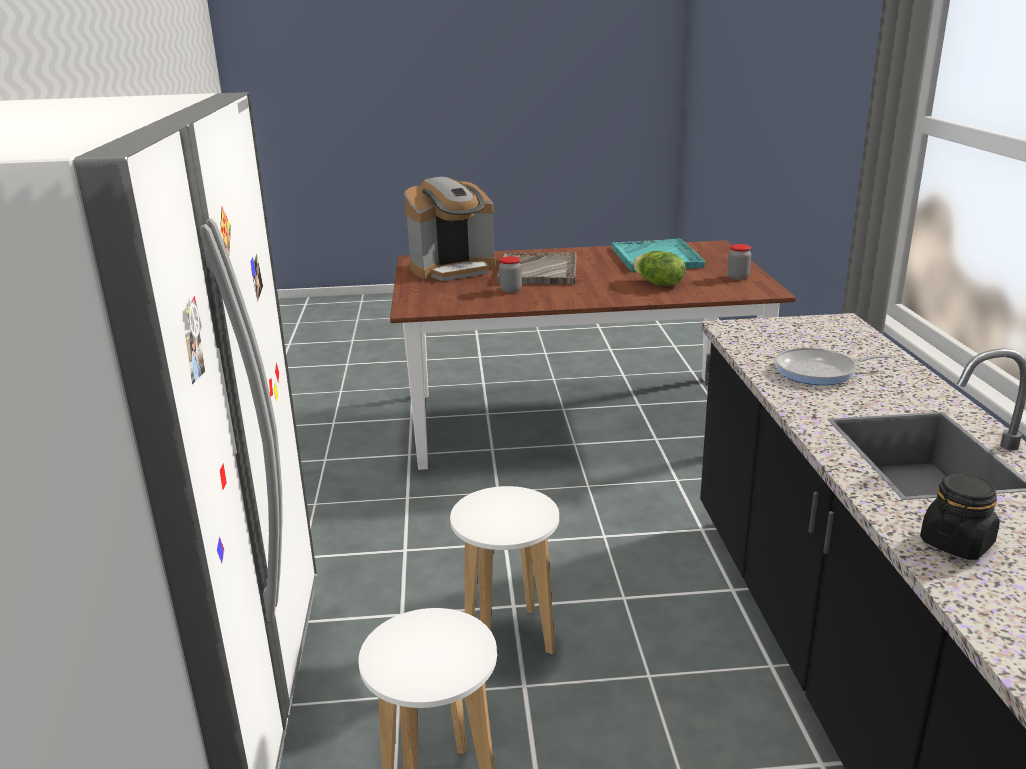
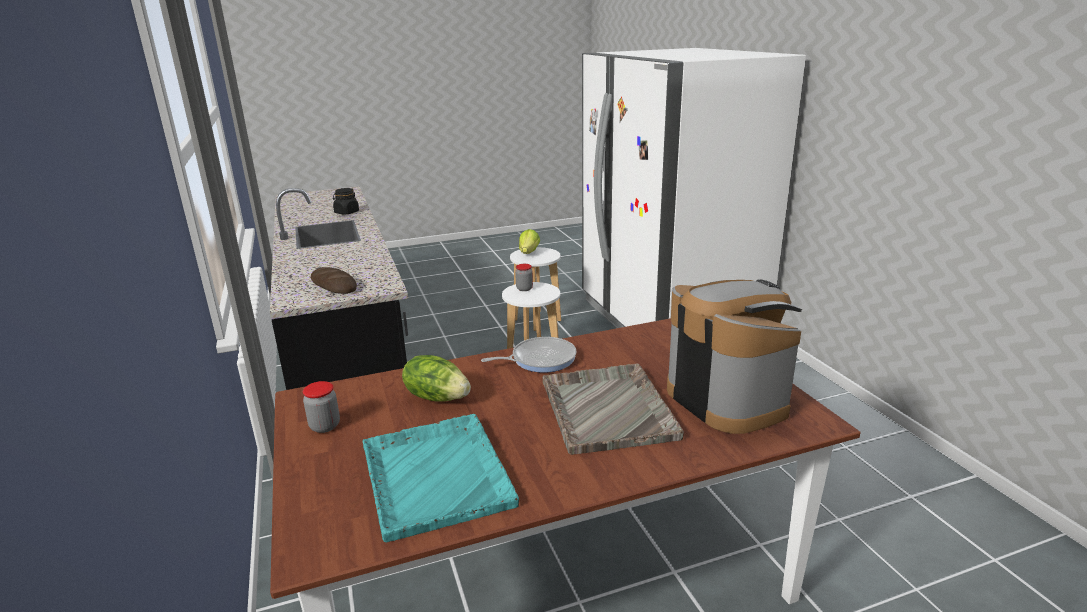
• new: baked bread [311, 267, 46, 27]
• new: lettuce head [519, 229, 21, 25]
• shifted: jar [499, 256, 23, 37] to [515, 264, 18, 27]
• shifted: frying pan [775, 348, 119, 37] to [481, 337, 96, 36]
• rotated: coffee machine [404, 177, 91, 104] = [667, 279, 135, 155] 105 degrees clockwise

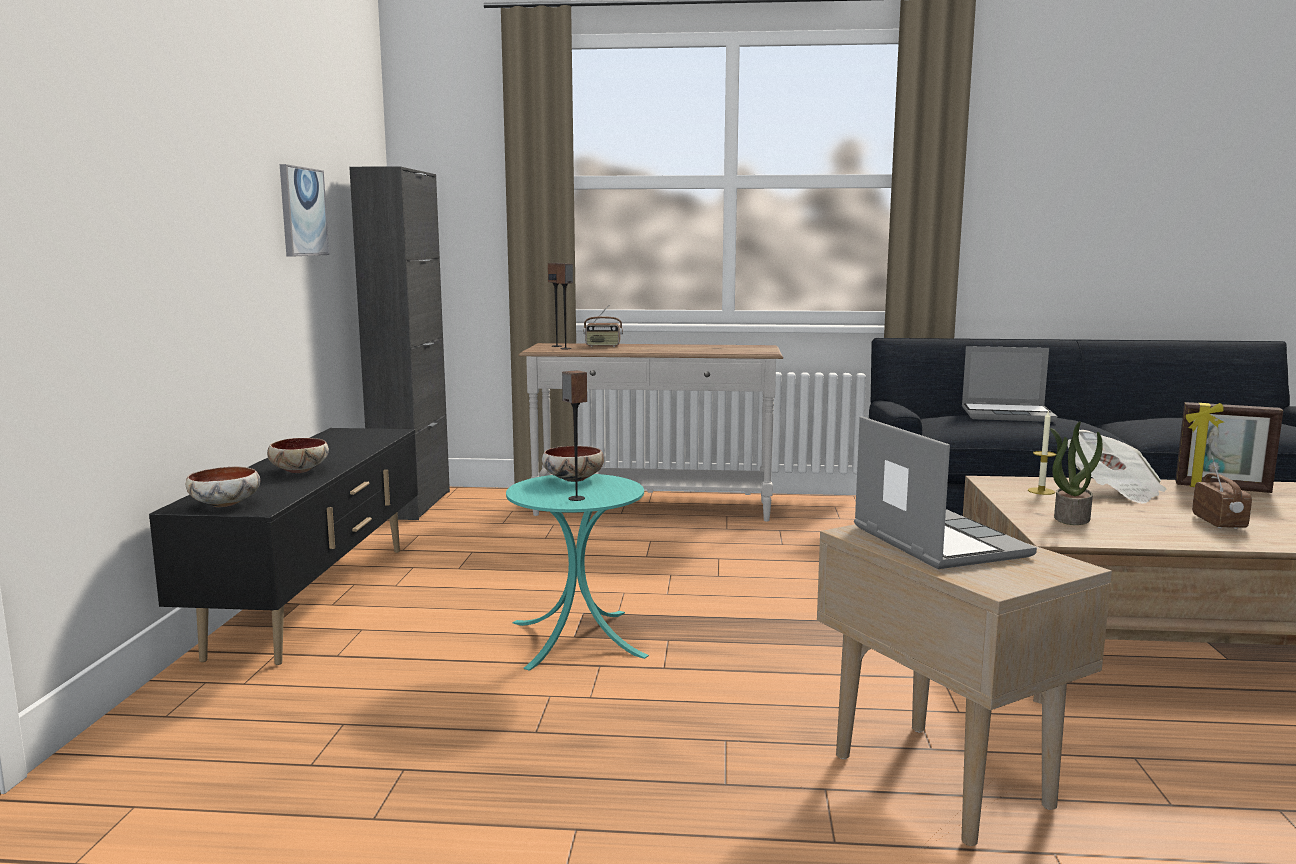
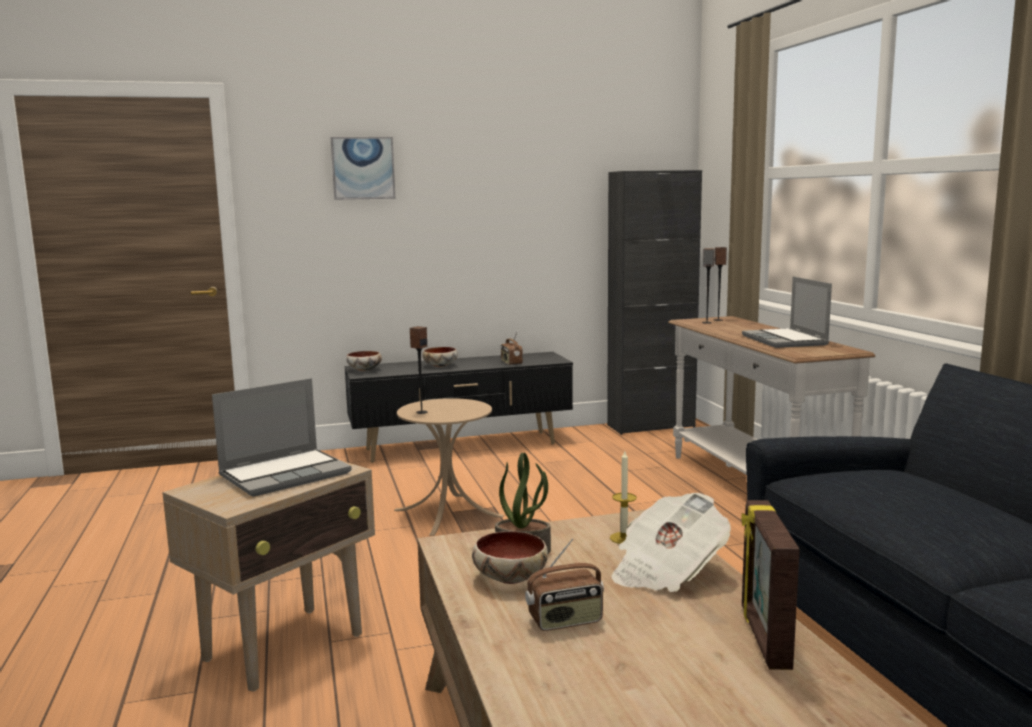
• shifted: wall picture [280, 164, 49, 93] to [331, 137, 64, 63]
• shifted: bowl [542, 446, 62, 36] to [472, 531, 76, 53]
• shifted: radio set [583, 305, 40, 42] to [501, 332, 22, 33]
• shifted: notebook computer [962, 346, 95, 76] to [742, 276, 90, 72]
• repainted: turquoise accent table [506, 474, 143, 197] to beige-coloured accent table [394, 398, 110, 138]

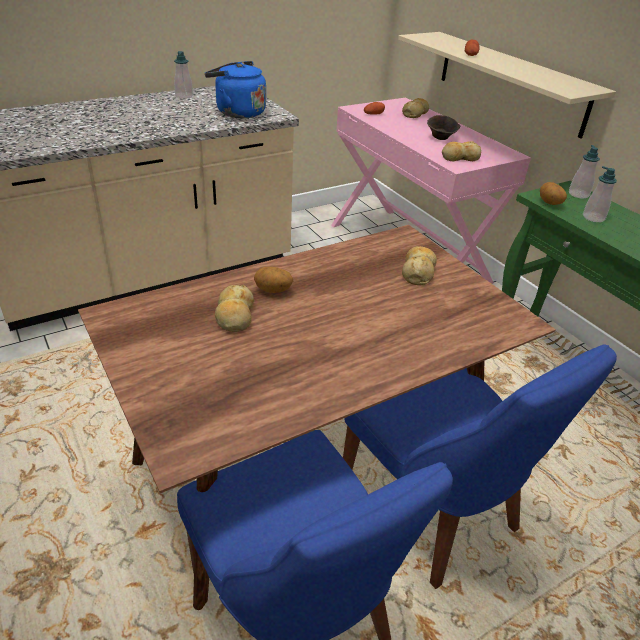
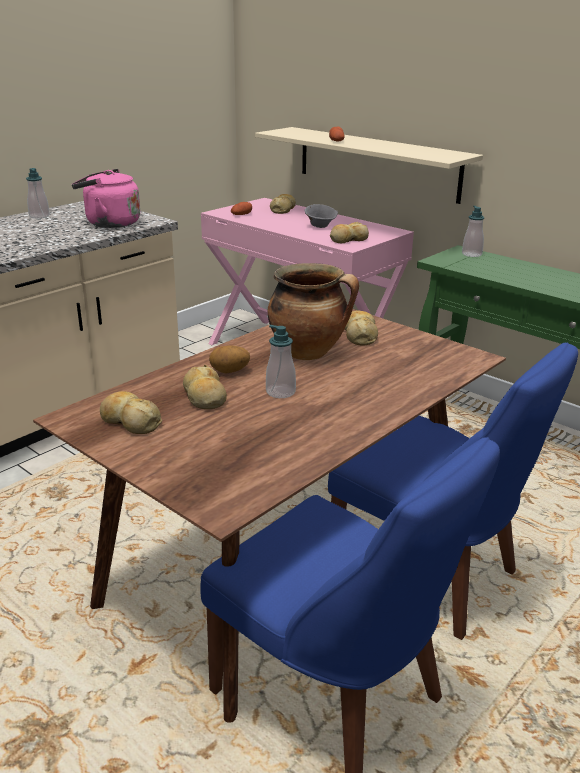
• gone: potato [540, 182, 27, 23]
• new: baked bread [100, 391, 62, 43]
• new: stockpot [267, 263, 92, 97]
• shifted: soap dispenser [583, 166, 34, 56] to [266, 325, 30, 73]
• repainted: blue kettle [205, 61, 61, 57] to pink-coloured kettle [72, 169, 68, 59]
• repainted: brownish bowl [427, 115, 33, 25] to greyish bowl [305, 204, 33, 24]

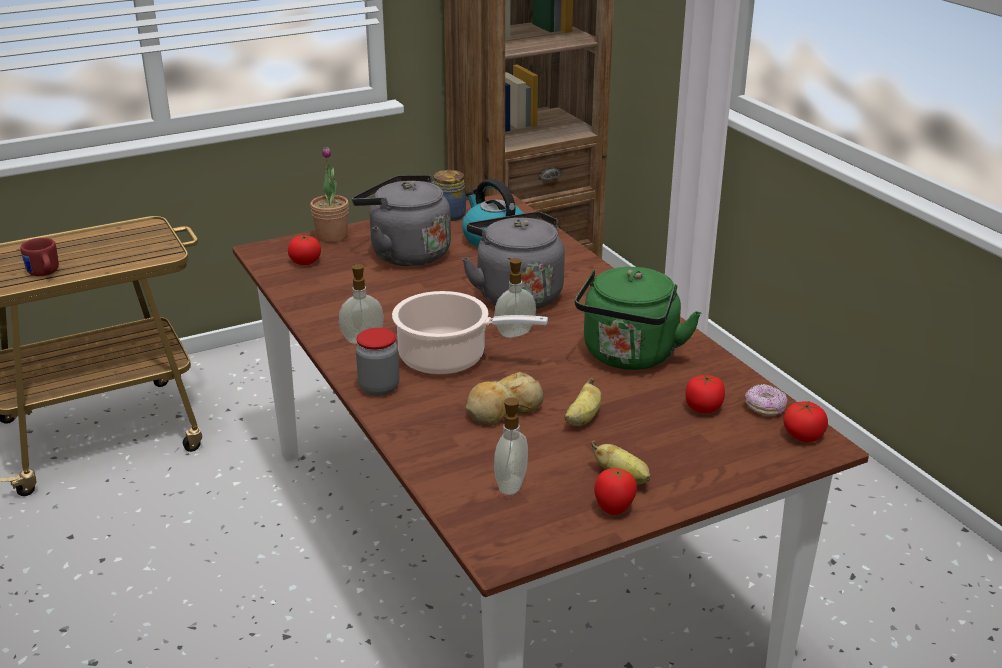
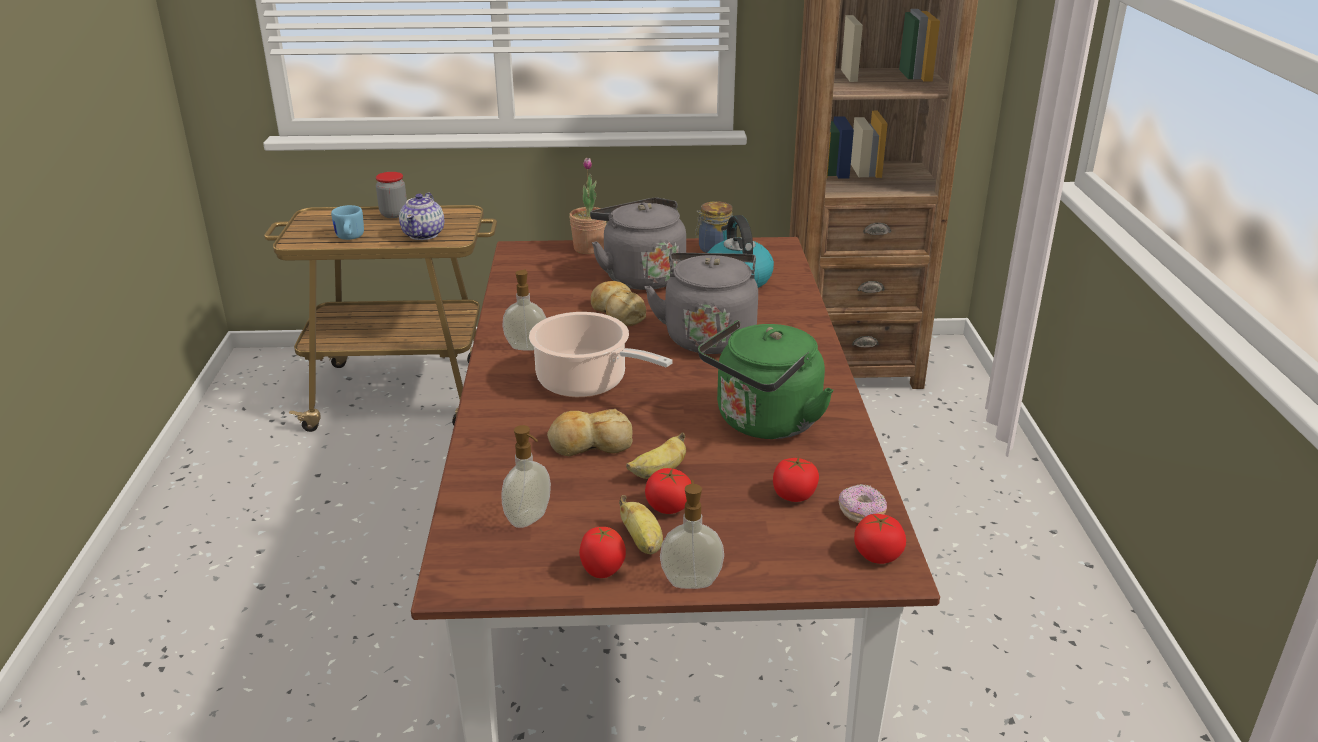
• new: pot for tea [399, 192, 45, 48]
• new: baked bread [591, 281, 55, 45]
• shifted: tomato [288, 235, 33, 30] to [645, 468, 46, 46]
• shifted: jar [356, 328, 43, 68] to [376, 172, 31, 46]
• shifted: soap dispenser [494, 258, 42, 80] to [660, 480, 64, 109]
• repainted: red-coloured tea mug [20, 238, 39, 38] to blue tea mug [331, 205, 33, 35]

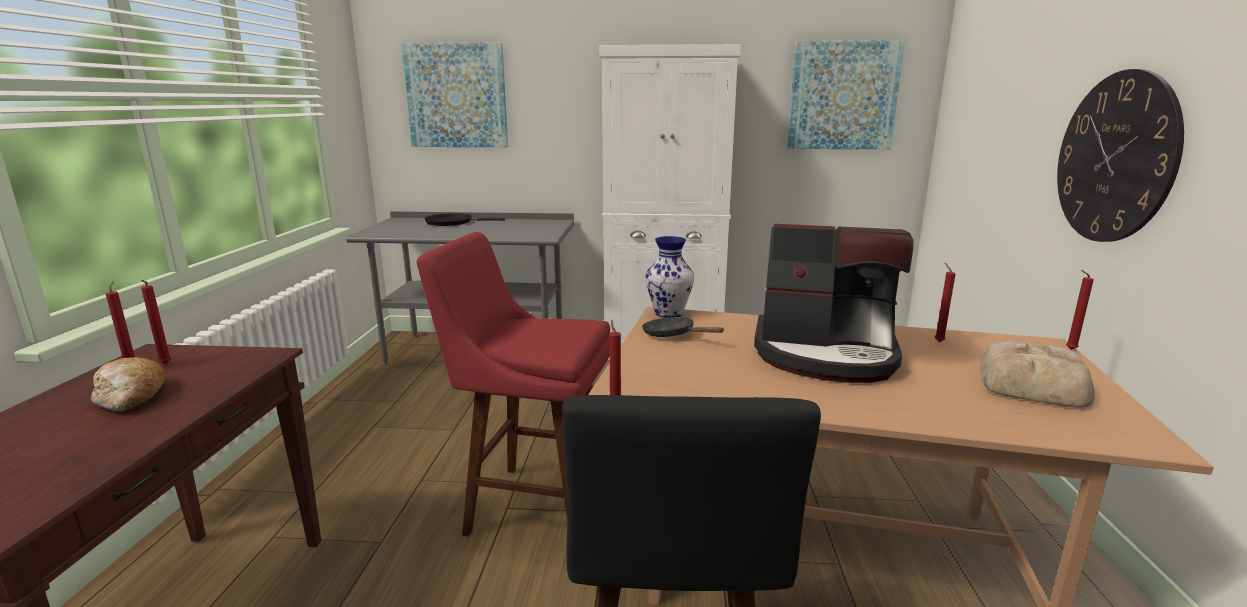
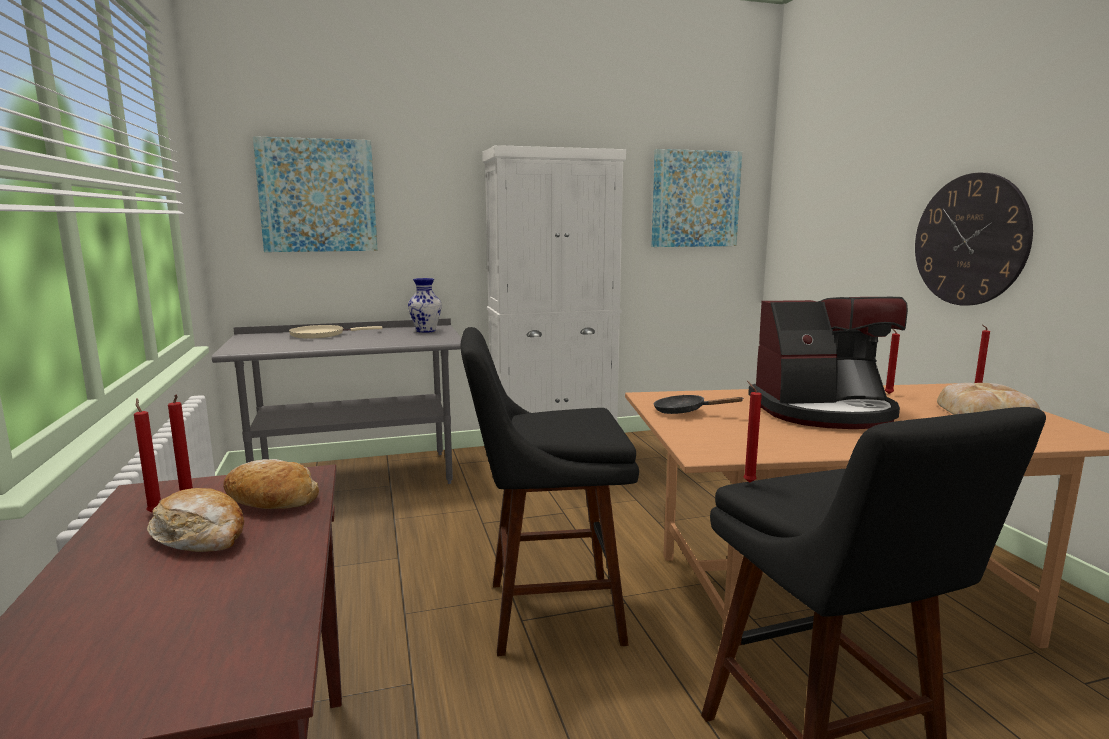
• new: baked bread [223, 459, 96, 50]
• shifted: vase [645, 236, 49, 82] to [408, 278, 34, 55]
• repainted: red-coloured sitting stool [417, 232, 193, 305] to black sitting stool [460, 327, 179, 329]
• repainted: black frying pan [425, 213, 80, 13] to beige-coloured frying pan [289, 325, 94, 13]

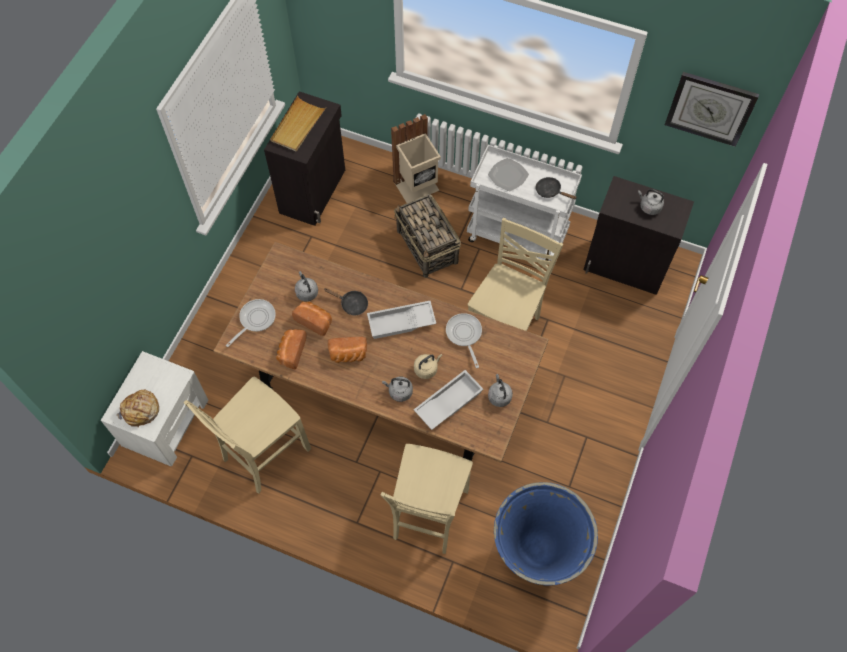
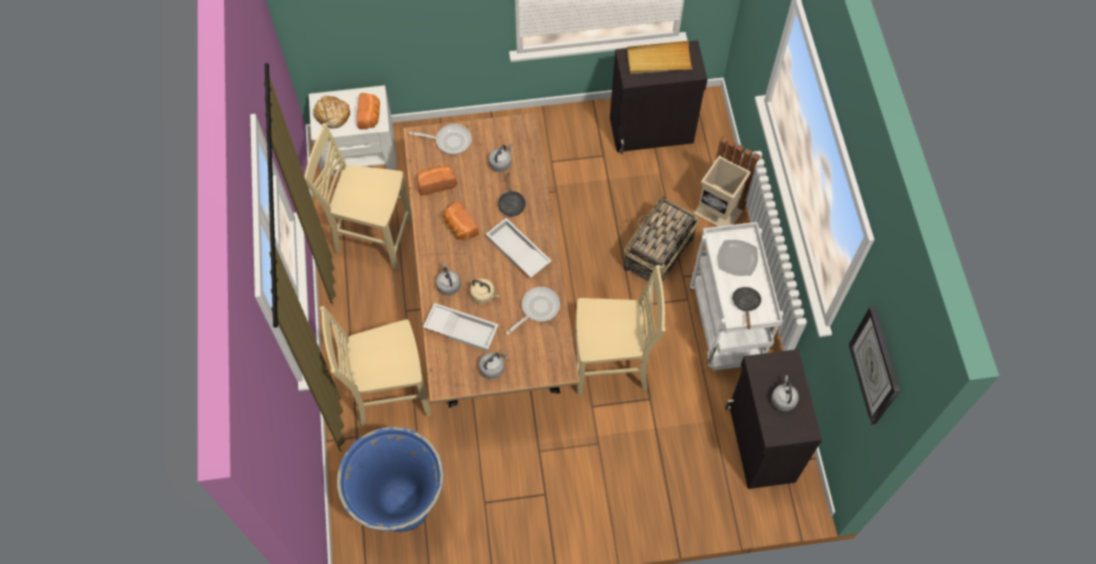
• shifted: baked bread [292, 302, 40, 34] to [357, 93, 23, 36]

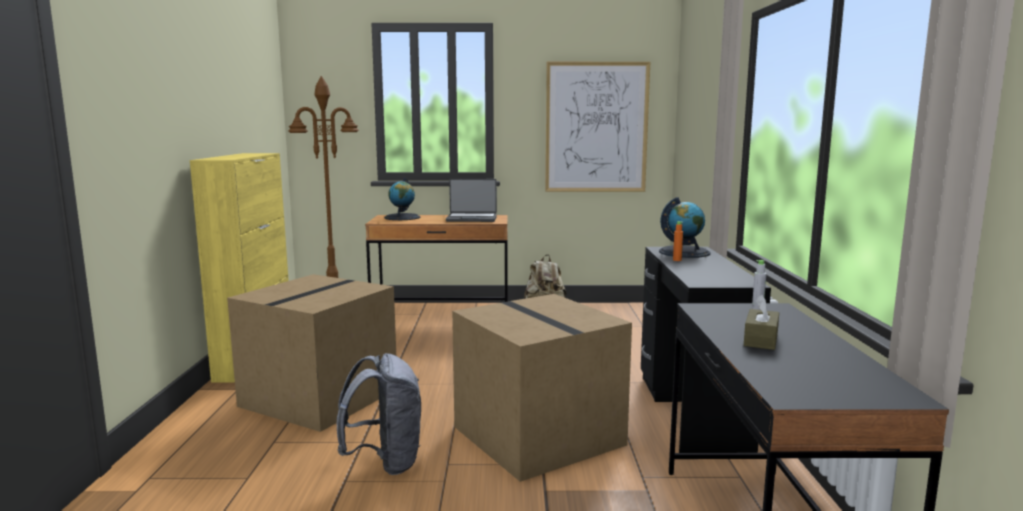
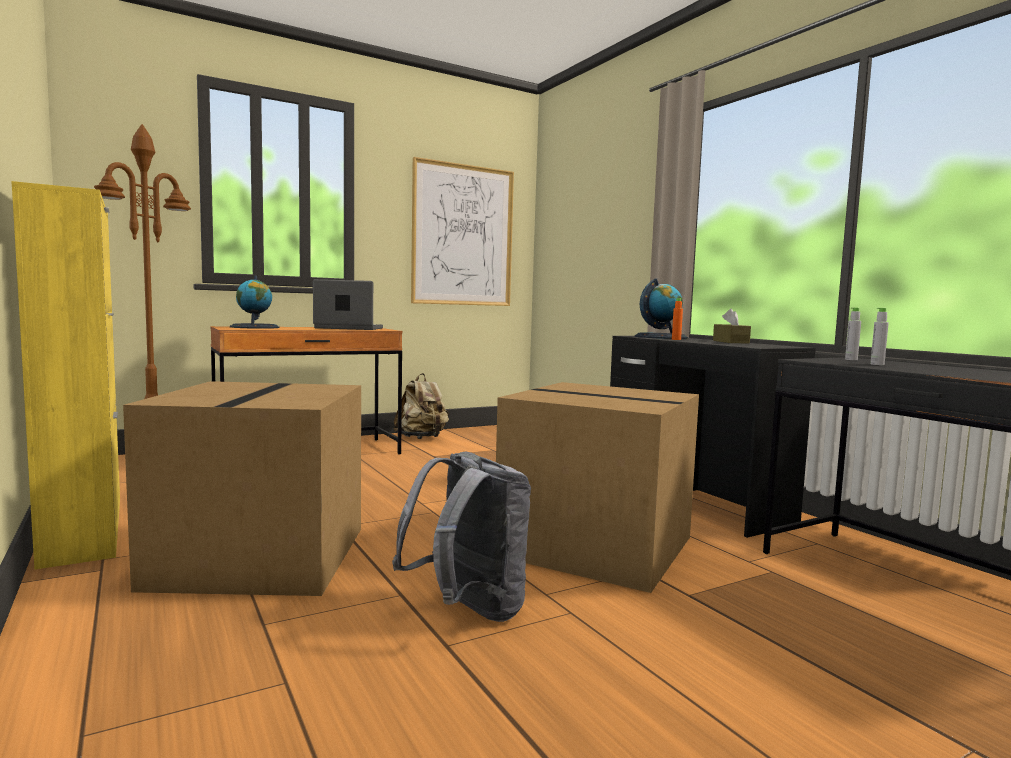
• new: greyish drink bottle [870, 308, 19, 57]
• shifted: brownish tissue box [744, 295, 35, 55] to [713, 309, 38, 35]
• rotated: notebook computer [446, 179, 51, 43] = [313, 279, 70, 51] 150 degrees counterclockwise

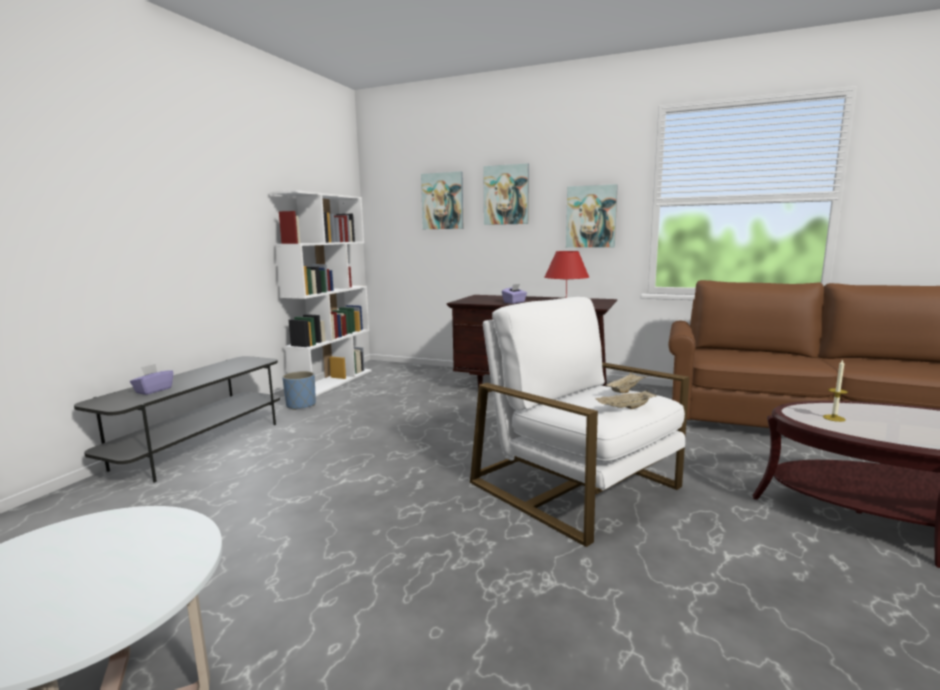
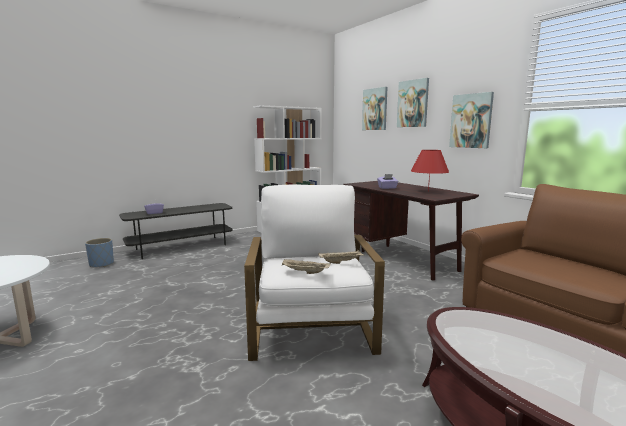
• gone: wax light [823, 359, 25, 63]
• shifted: blue plant pot [282, 371, 34, 39] to [85, 238, 29, 29]

